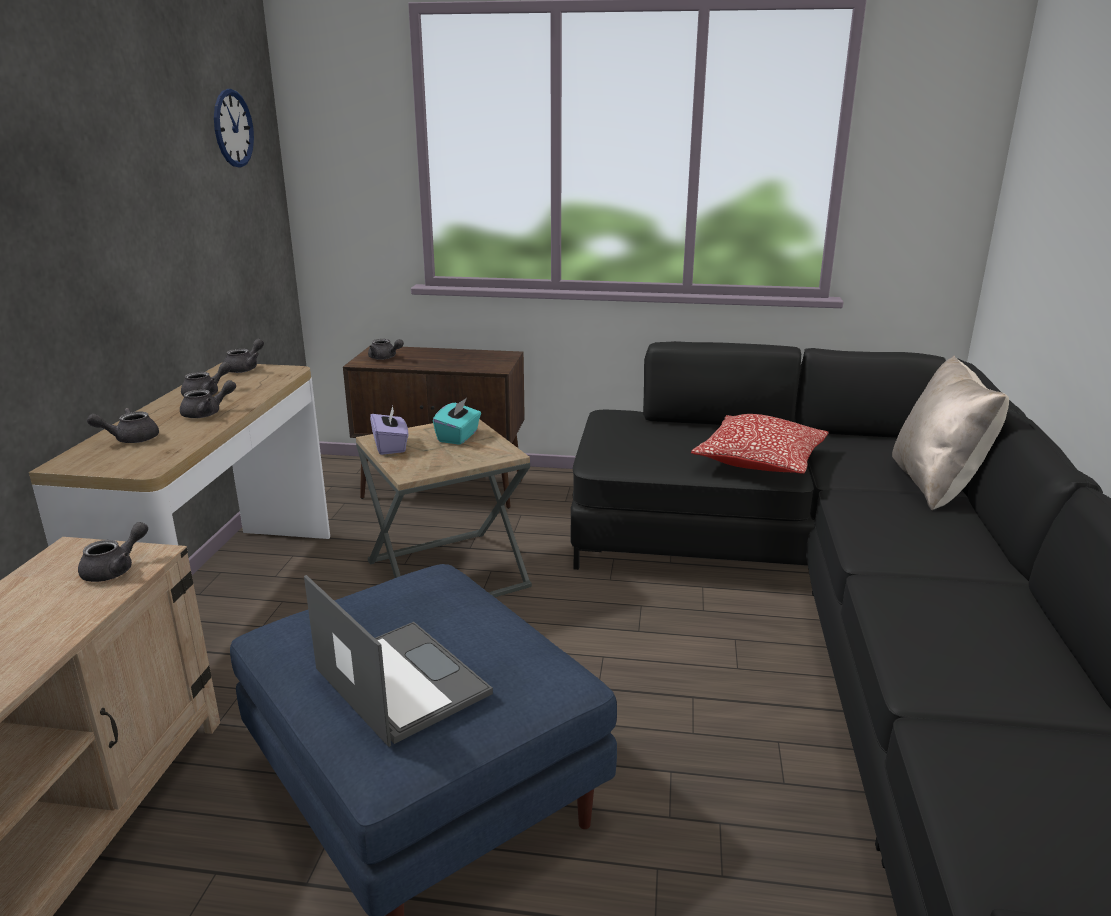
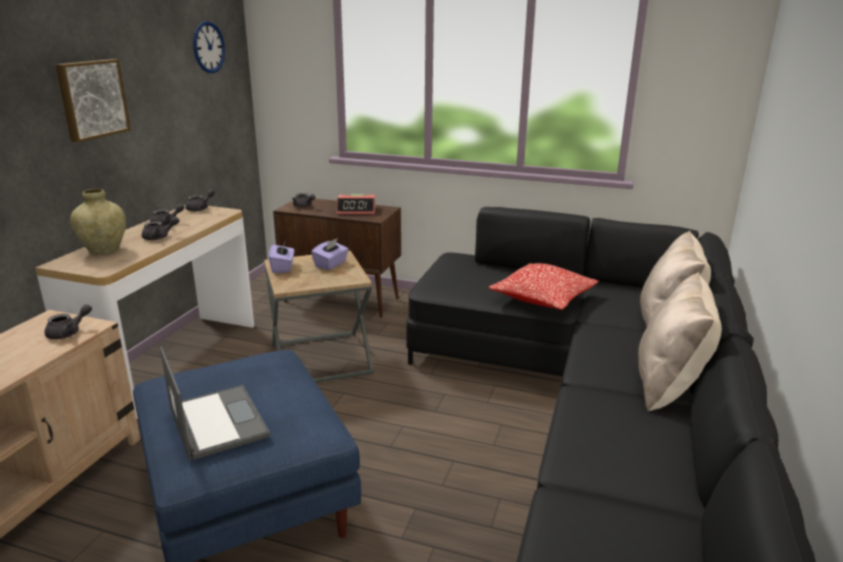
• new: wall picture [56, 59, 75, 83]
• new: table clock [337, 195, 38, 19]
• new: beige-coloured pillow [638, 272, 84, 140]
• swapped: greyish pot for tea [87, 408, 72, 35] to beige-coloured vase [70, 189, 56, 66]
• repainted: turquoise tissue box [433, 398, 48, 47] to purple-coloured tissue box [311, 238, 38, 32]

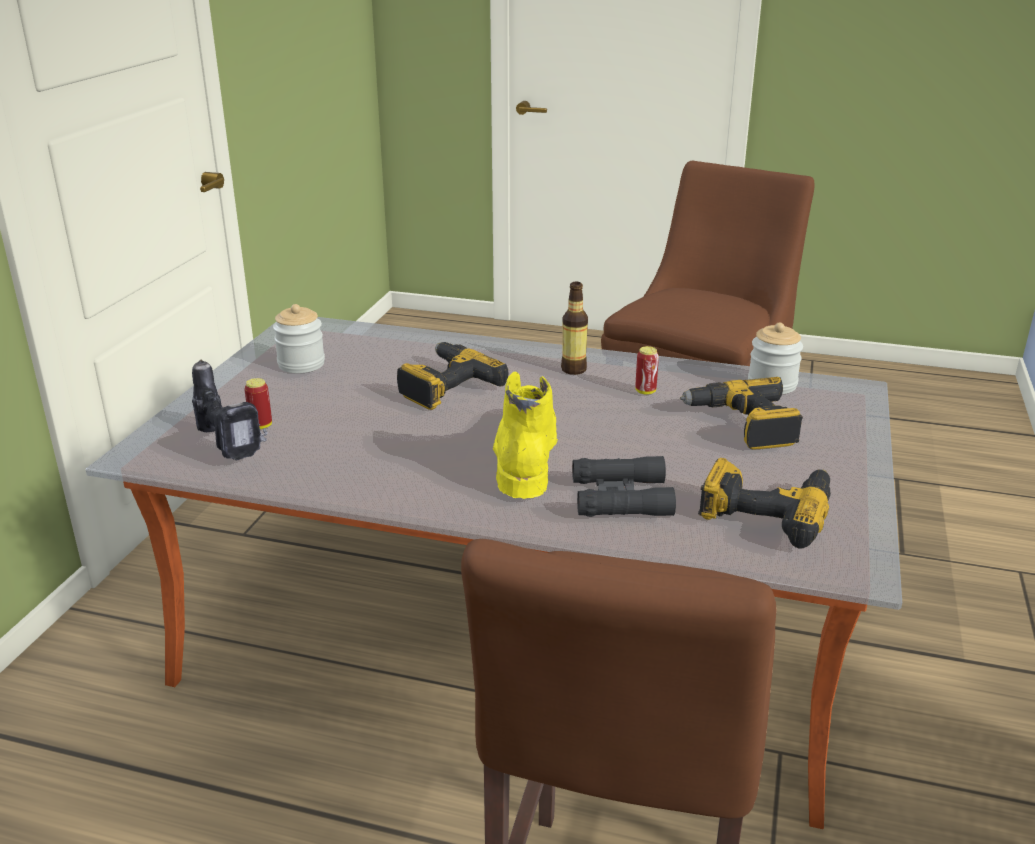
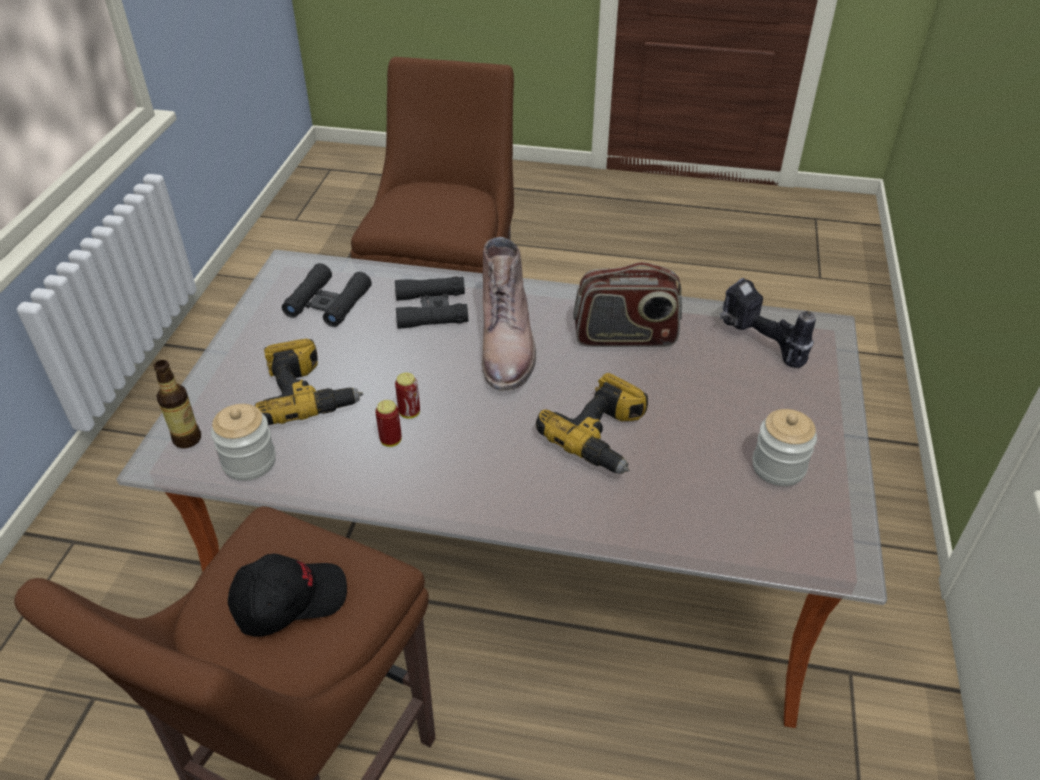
• new: black cap [228, 554, 119, 83]
• new: radio set [573, 262, 109, 85]
• shifted: metal can [244, 378, 28, 51] to [395, 373, 25, 46]
• shifted: drink bottle [561, 282, 27, 93] to [153, 360, 48, 88]
• swapped: power drill [698, 458, 133, 91] to black pair of binoculars [282, 263, 90, 64]
• repainted: yellow-coloured boot [493, 372, 65, 127] to brownish boot [481, 237, 55, 154]

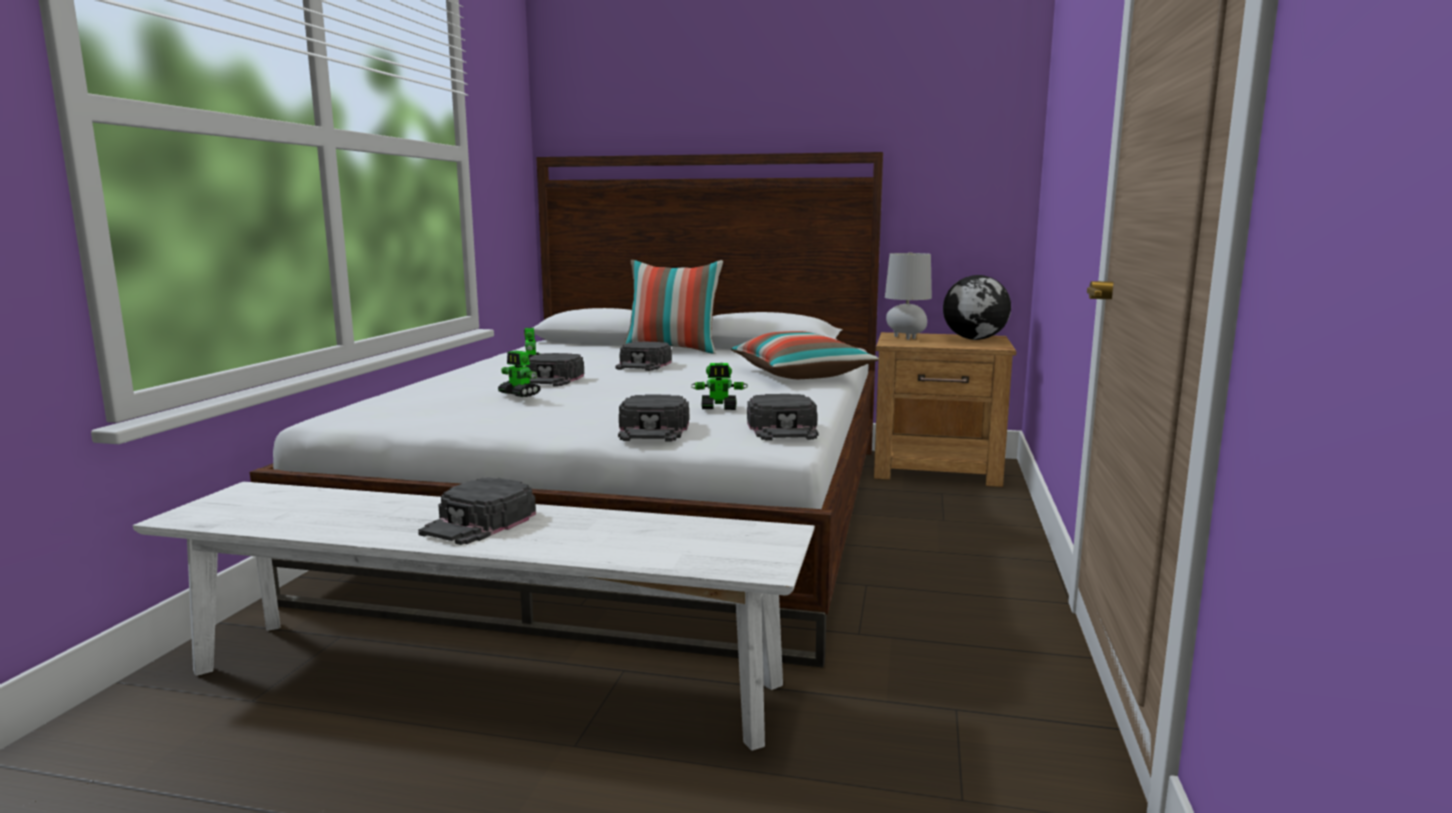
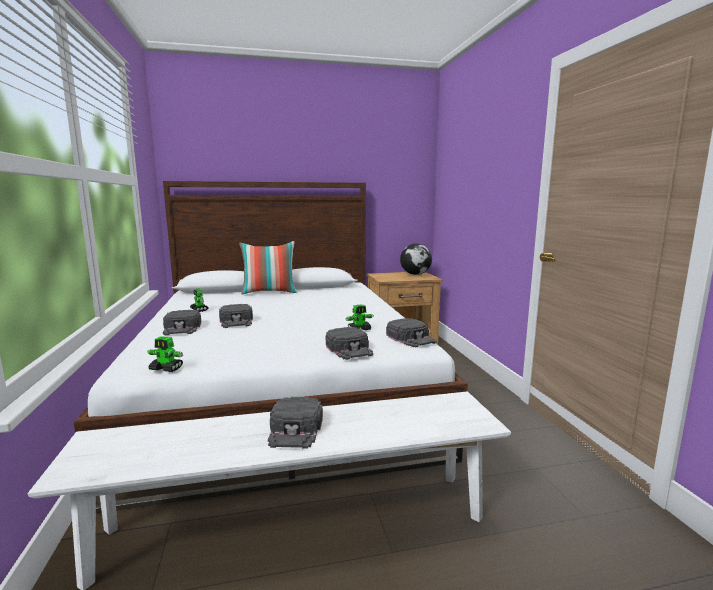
• gone: pillow [731, 331, 148, 48]
• gone: greyish tabletop lamp [885, 252, 47, 88]
• shifted: robot figure [498, 351, 43, 46] to [147, 336, 36, 36]
• shifted: black cap [616, 341, 56, 30] to [163, 310, 38, 26]

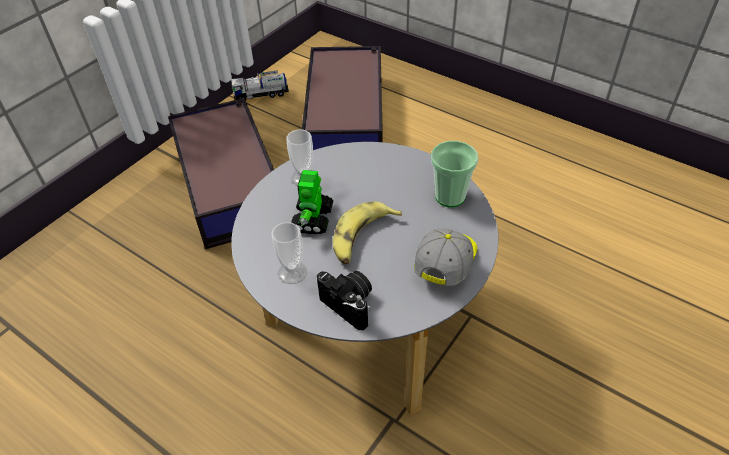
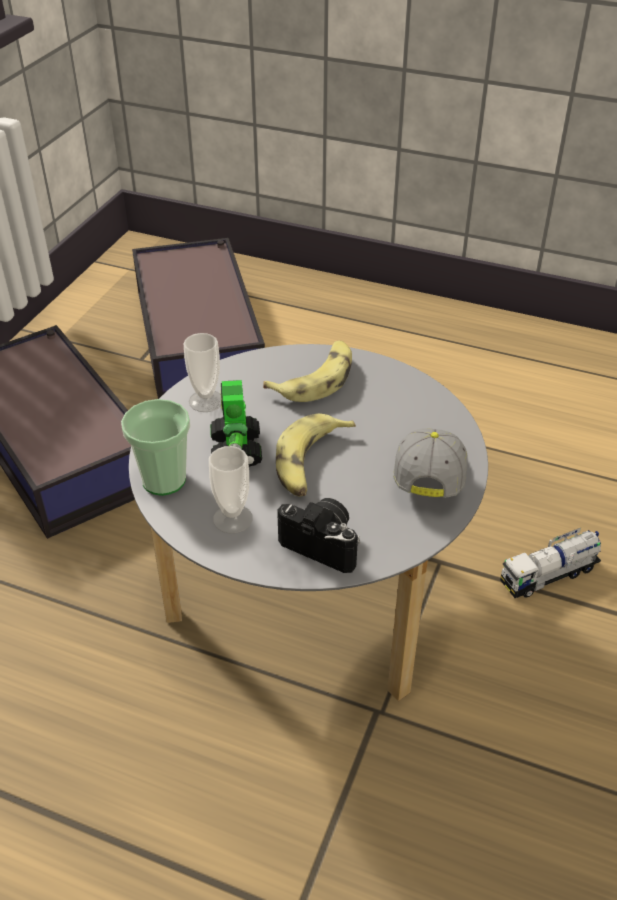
• new: whole banana [263, 340, 89, 62]
• shifted: toy truck [230, 70, 59, 31] to [500, 528, 101, 70]
• shifted: drinking cup [431, 141, 47, 66] to [121, 399, 69, 97]

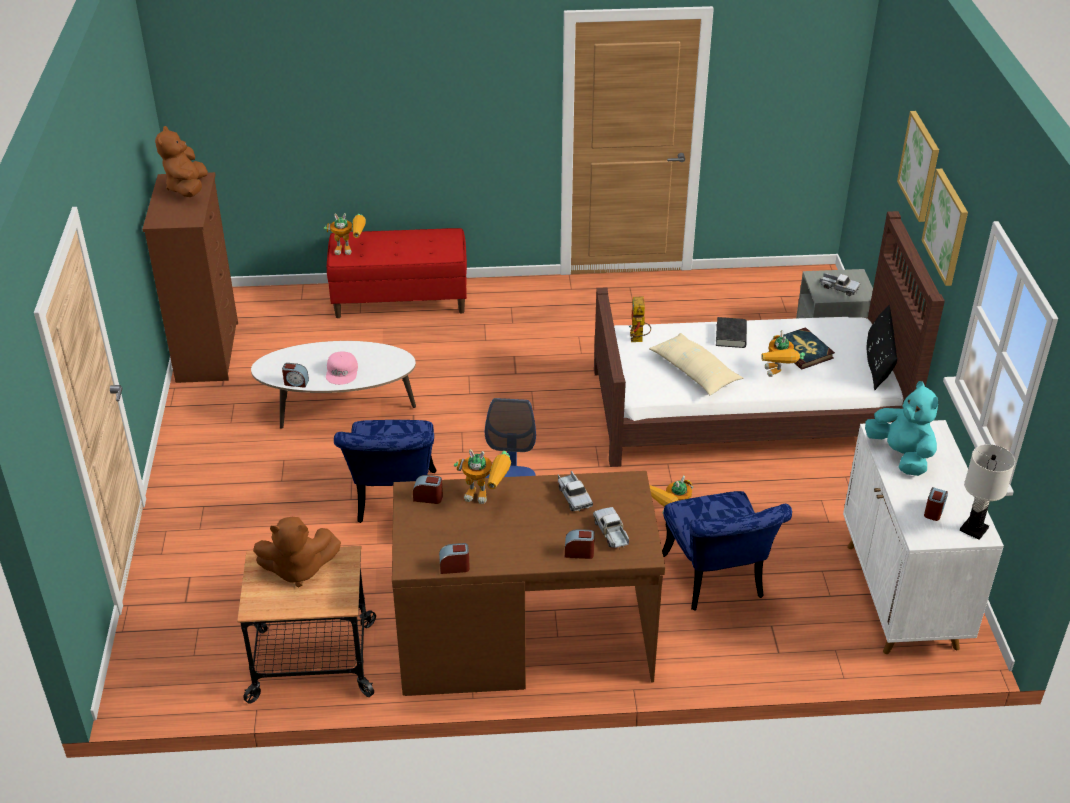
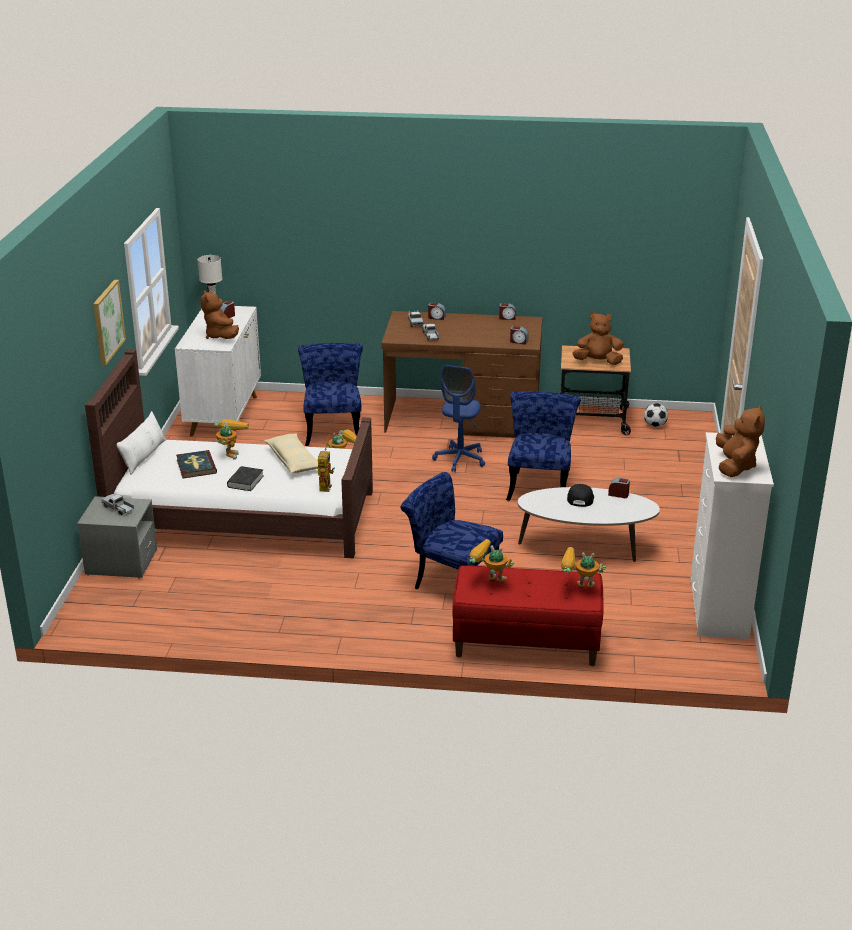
• gone: wall picture [897, 111, 42, 111]
• new: blue plain chair [401, 472, 102, 117]
• new: football [644, 403, 24, 24]
• shifted: robot figure [454, 449, 57, 55] to [469, 539, 45, 43]
• repainted: brownish drawer chest [142, 172, 96, 211] to whitish drawer chest [690, 432, 84, 207]
• repainted: pink-coloured cap [326, 351, 32, 34] to black cap [567, 484, 27, 23]
• repainted: turquoise plush toy [865, 381, 73, 95] to brownish plush toy [201, 290, 38, 49]
• repainted: black pillow [866, 305, 31, 85] to whitish pillow [117, 411, 49, 64]

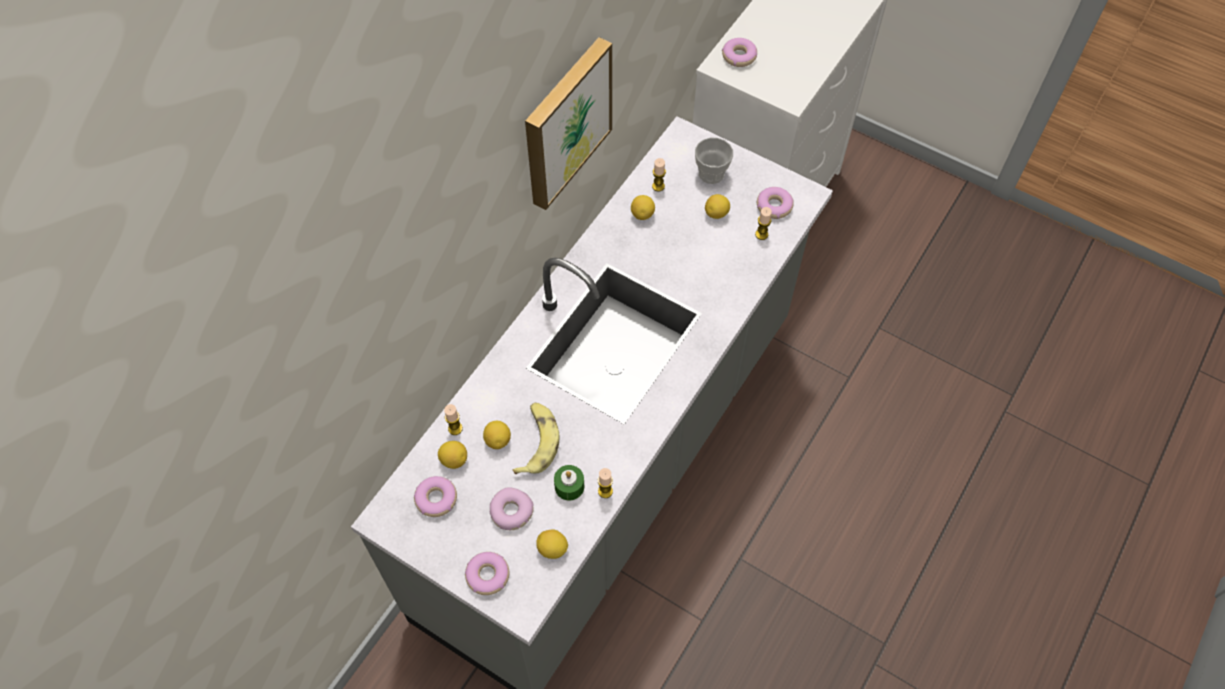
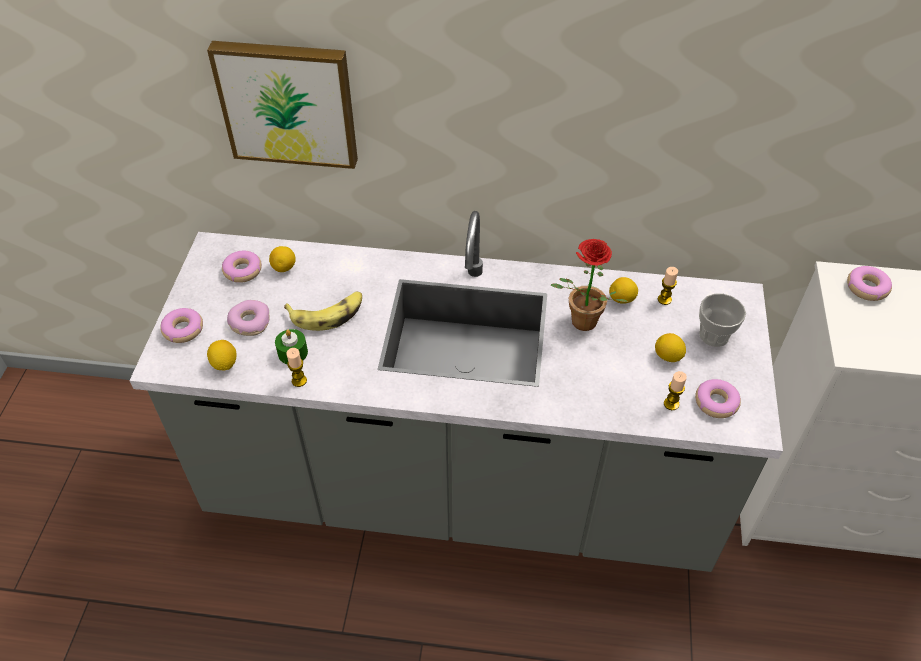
• gone: wax light [444, 404, 19, 31]
• gone: whole lemon [483, 421, 28, 28]
• new: plant in a pot [551, 239, 77, 92]
• shifted: wall picture [525, 37, 87, 173] to [207, 41, 151, 128]

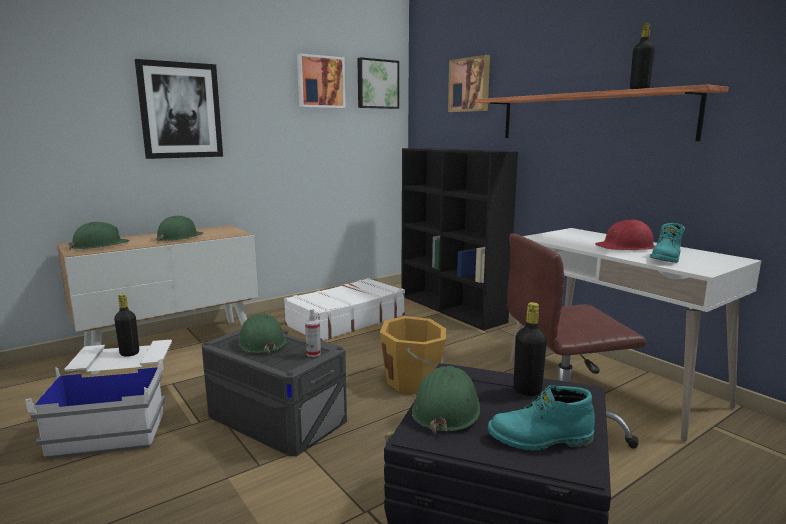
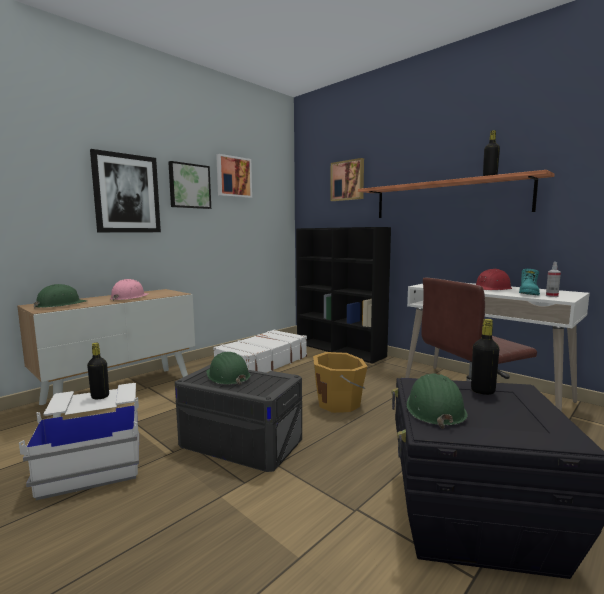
• gone: turquoise boot [488, 385, 107, 65]
• shifted: spray bottle [305, 309, 16, 48] to [546, 262, 15, 35]
• shifted: wall picture [357, 57, 42, 52] to [168, 161, 43, 48]
• repainted: green-coloured hard hat [156, 216, 48, 26] to pink-coloured hard hat [110, 279, 39, 22]

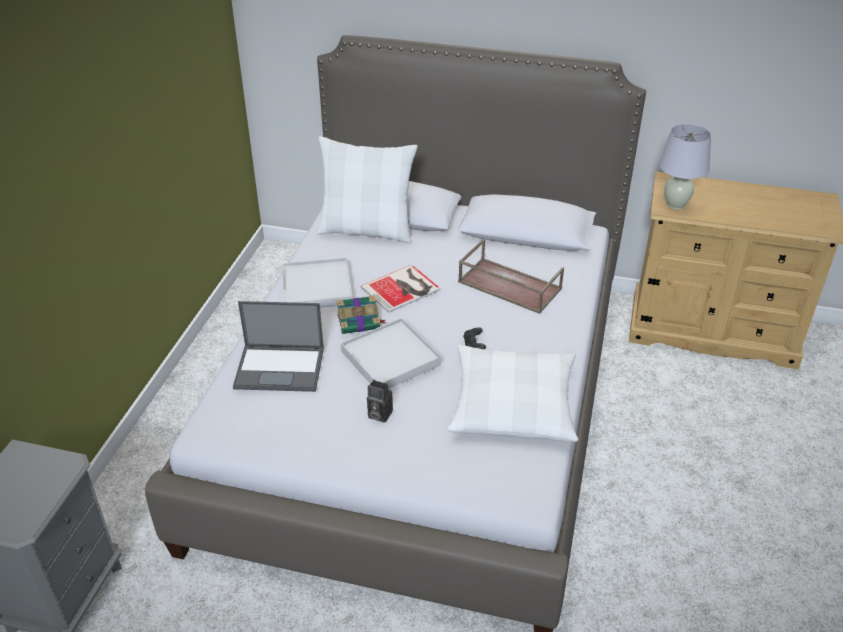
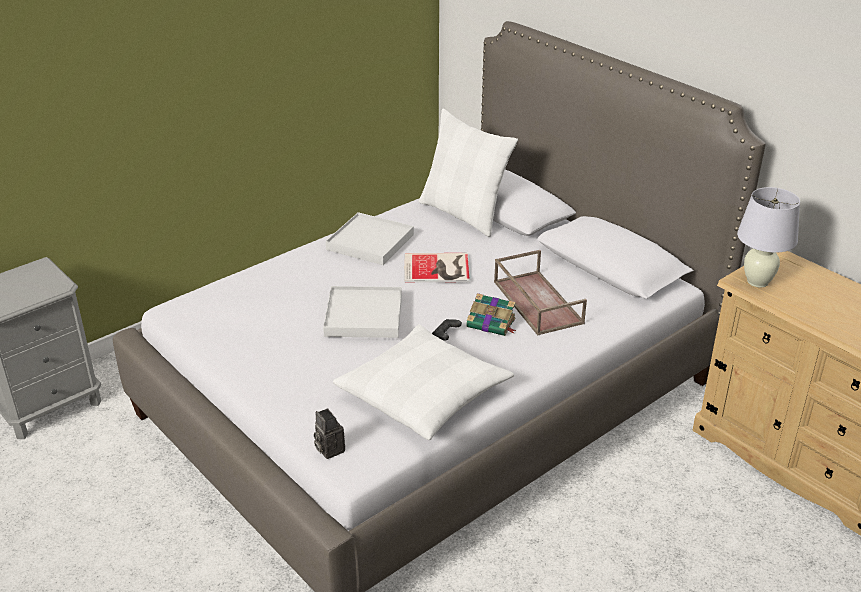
• gone: notebook computer [233, 301, 91, 91]
• shifted: book [337, 295, 49, 39] to [466, 293, 50, 43]
• shifted: photo camera [367, 380, 26, 43] to [314, 408, 31, 51]

